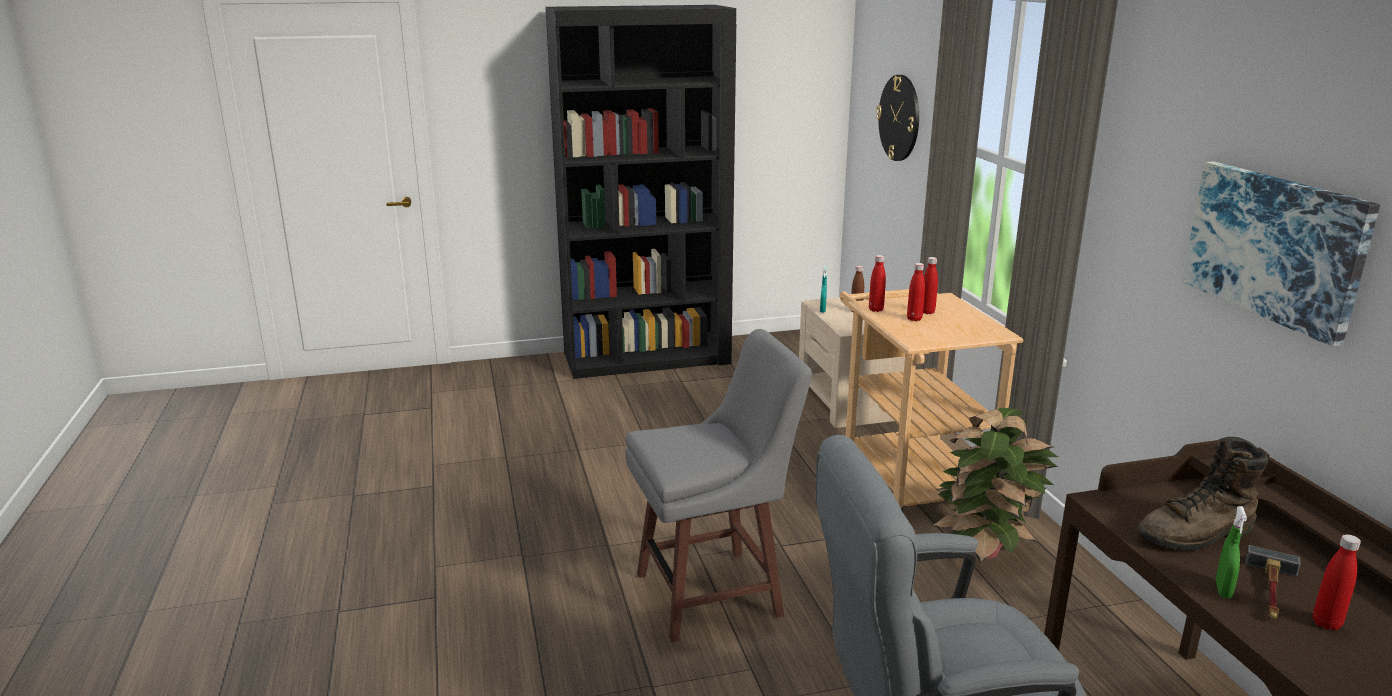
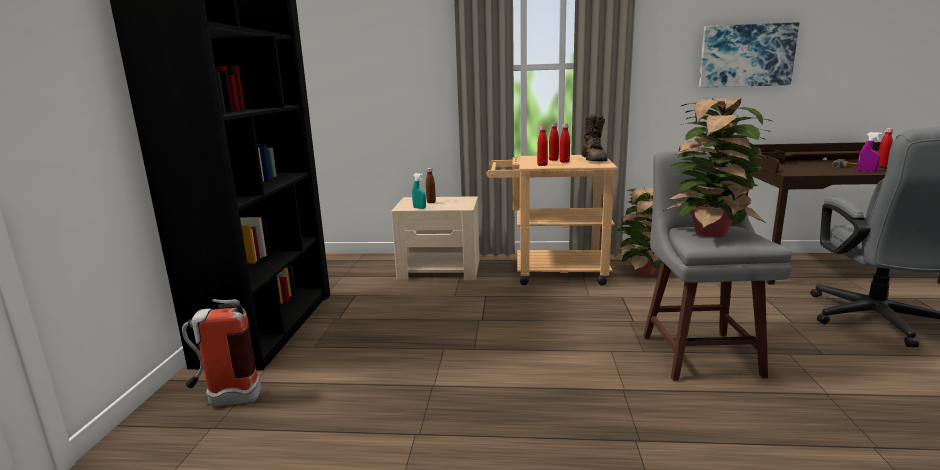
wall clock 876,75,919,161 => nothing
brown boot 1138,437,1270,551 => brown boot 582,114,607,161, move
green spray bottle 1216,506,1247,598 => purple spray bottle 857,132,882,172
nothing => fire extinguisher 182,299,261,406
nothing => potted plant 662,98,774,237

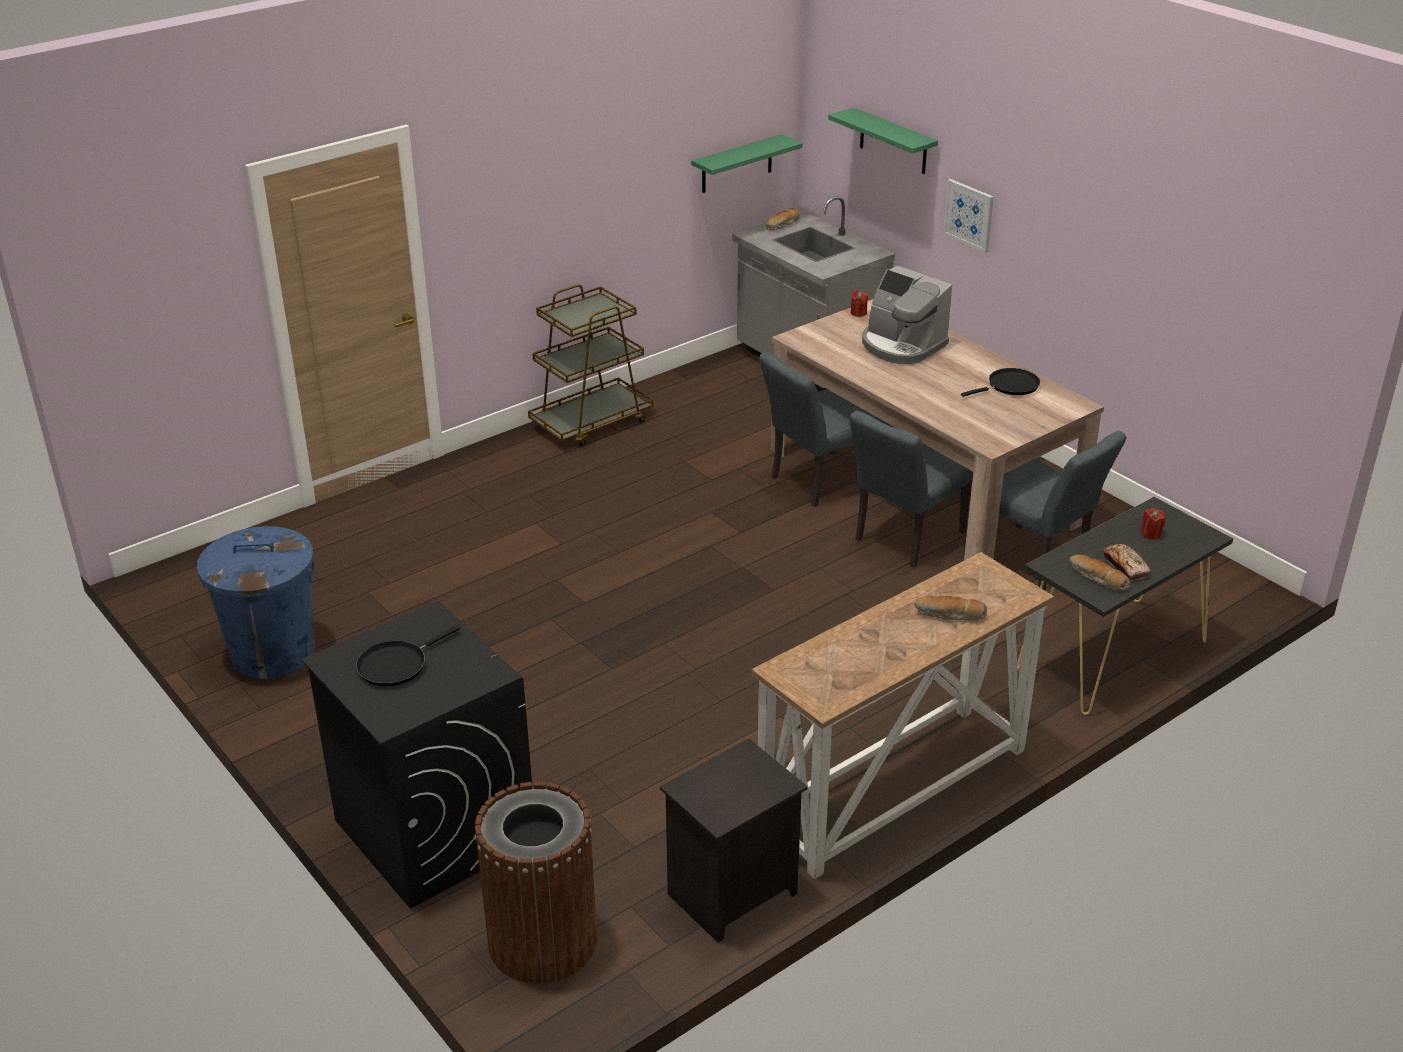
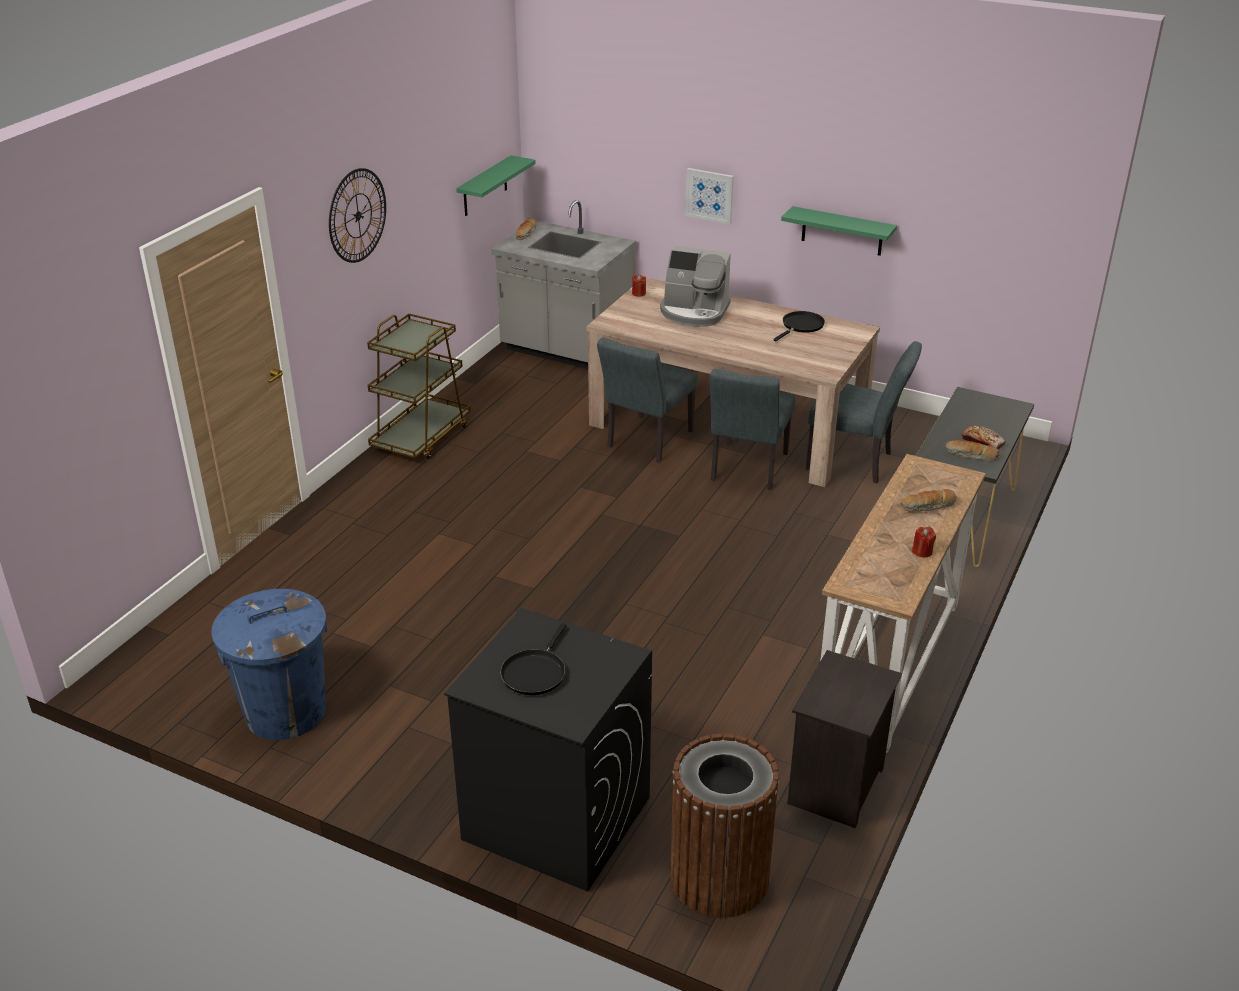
green shelf 828,108,938,174 => green shelf 781,206,897,256, move
red candle 1140,508,1166,539 => red candle 912,527,936,557, move
nothing => wall clock 329,168,386,263

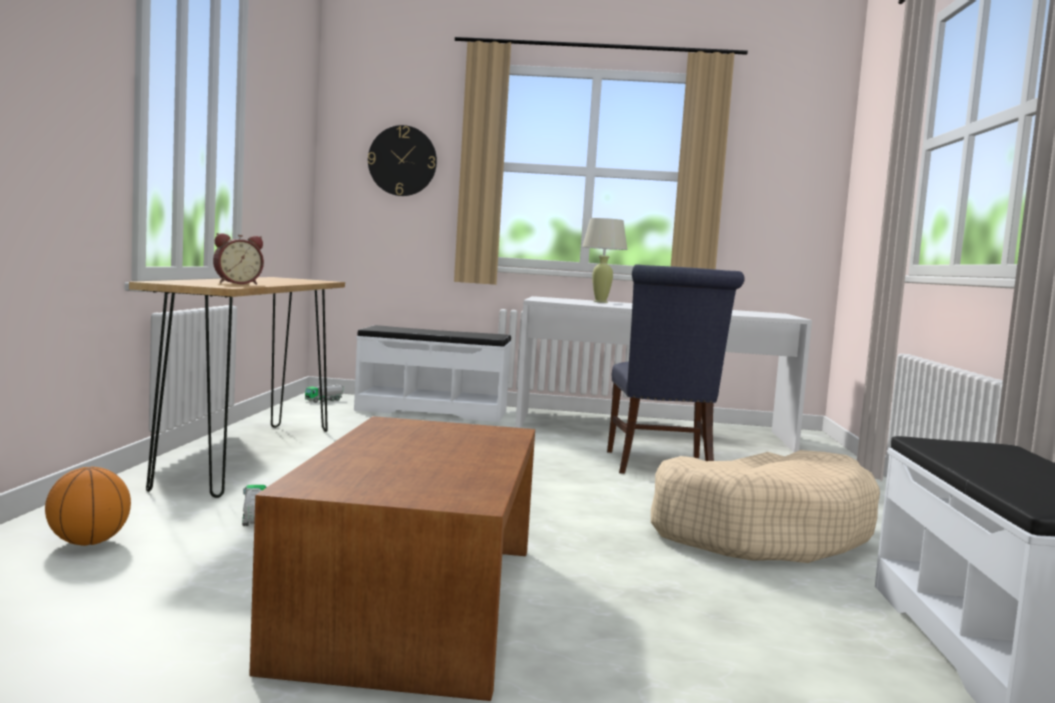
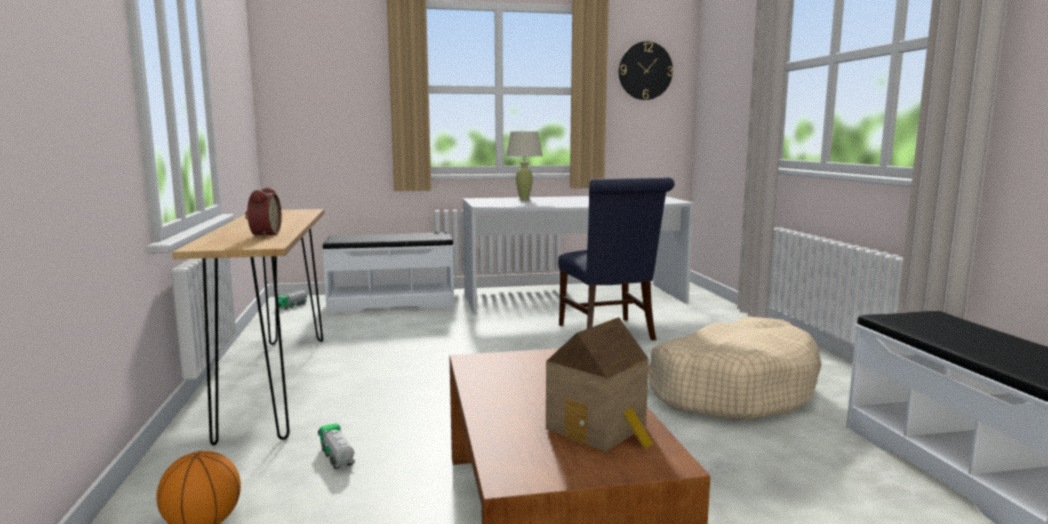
alarm clock 213,233,264,285 => alarm clock 245,187,282,237, 45 degrees counterclockwise
wall clock 368,125,437,196 => wall clock 619,41,673,100, move
nothing => toy house 546,317,653,452

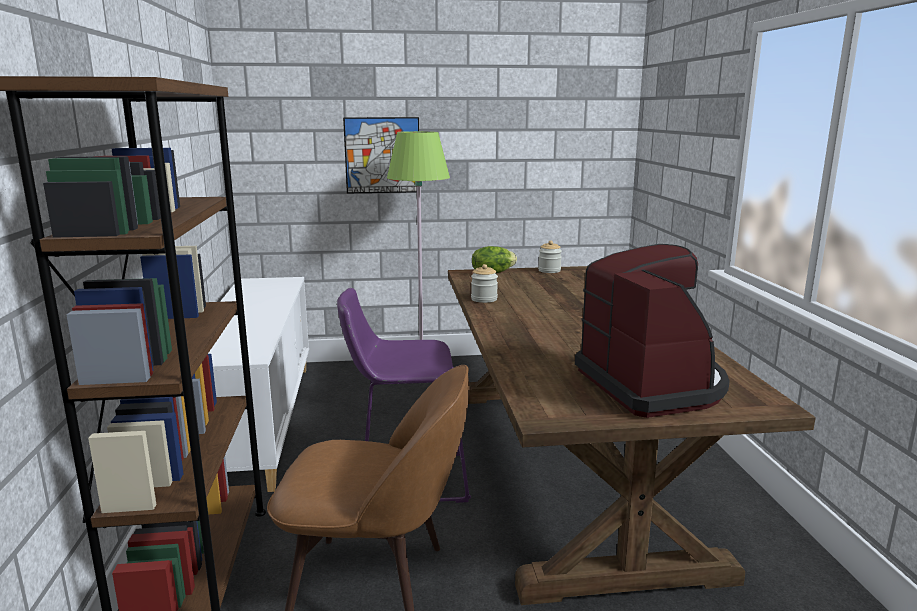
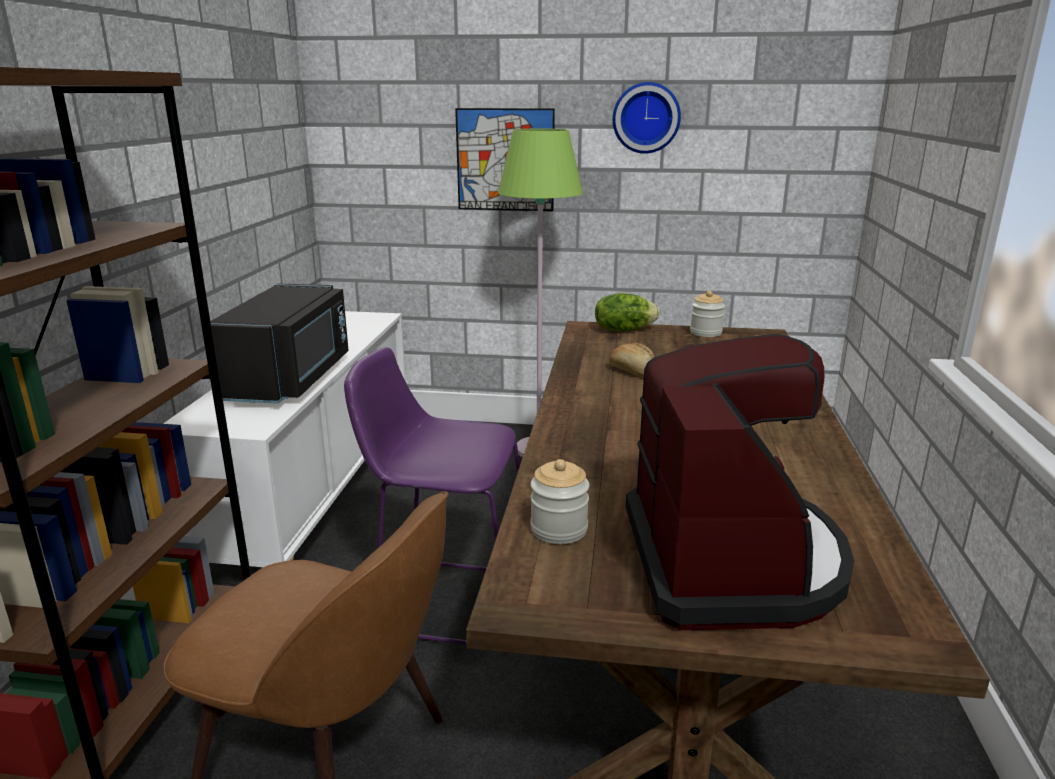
jar 471,264,498,303 => jar 531,459,589,544, move
nothing => black microwave 210,283,349,404
nothing => bread 609,342,654,377
nothing => wall clock 613,82,681,154

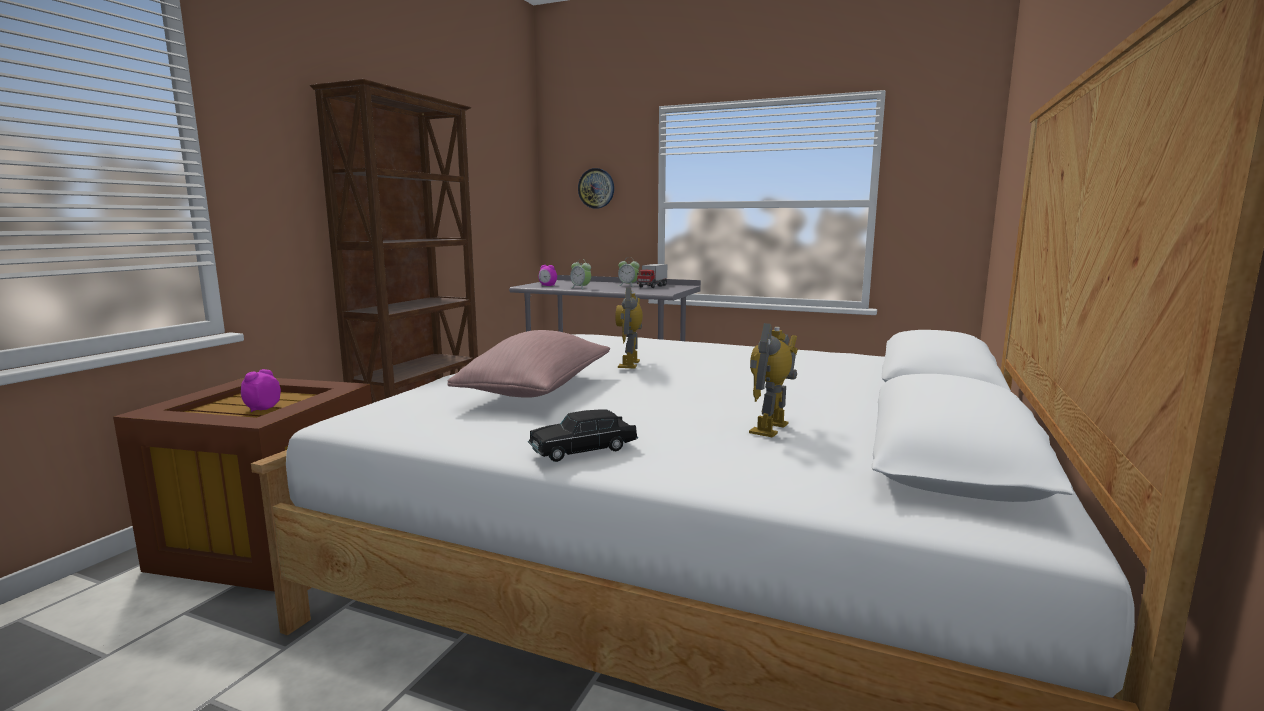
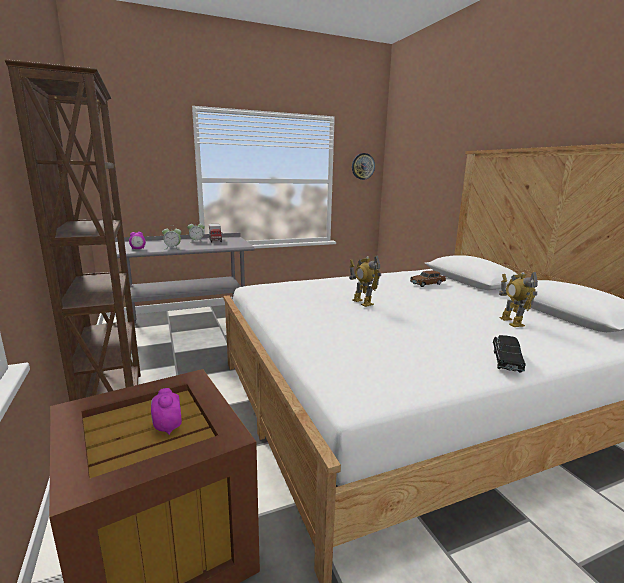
pink pillow 448,330,610,398 => nothing
wall clock 578,168,614,208 => wall clock 352,153,375,180, move
nothing => brown toy car 410,271,446,287

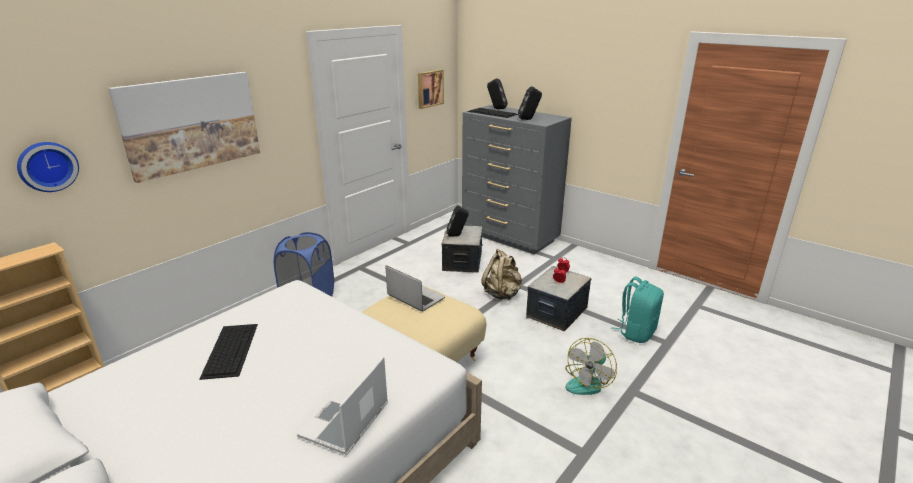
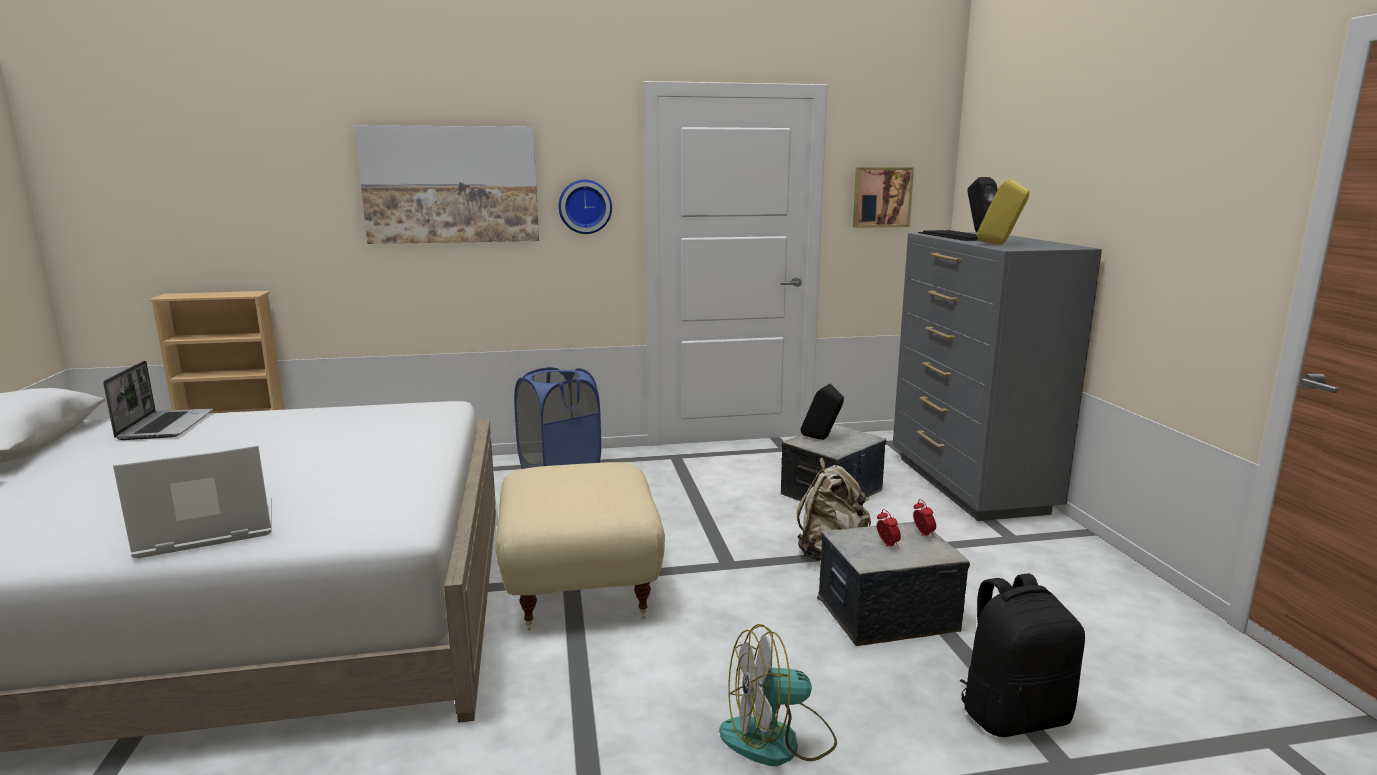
wall clock 17,142,79,192 => wall clock 558,180,612,234, move
keyboard 199,324,258,380 => nothing
laptop 385,265,445,312 => laptop 103,361,214,440, move
black speaker 518,86,542,120 => yellow speaker 977,179,1029,244
turquoise backpack 611,277,664,343 => black backpack 960,574,1085,737

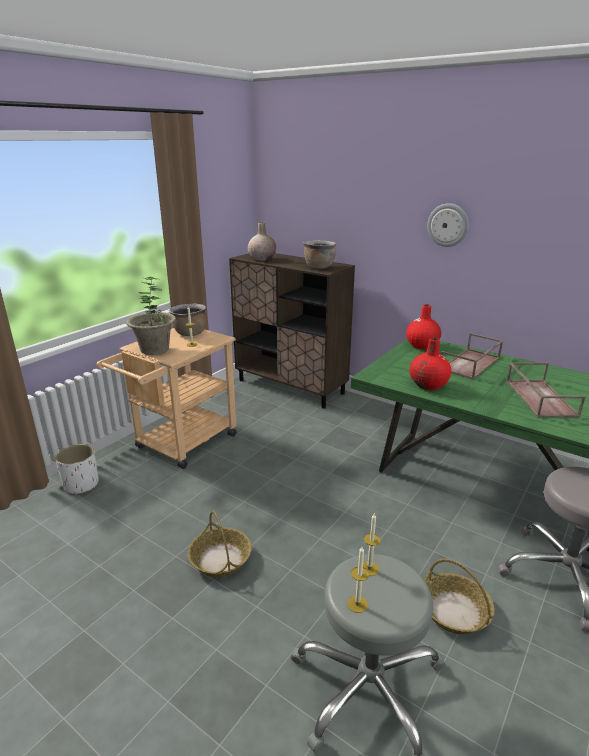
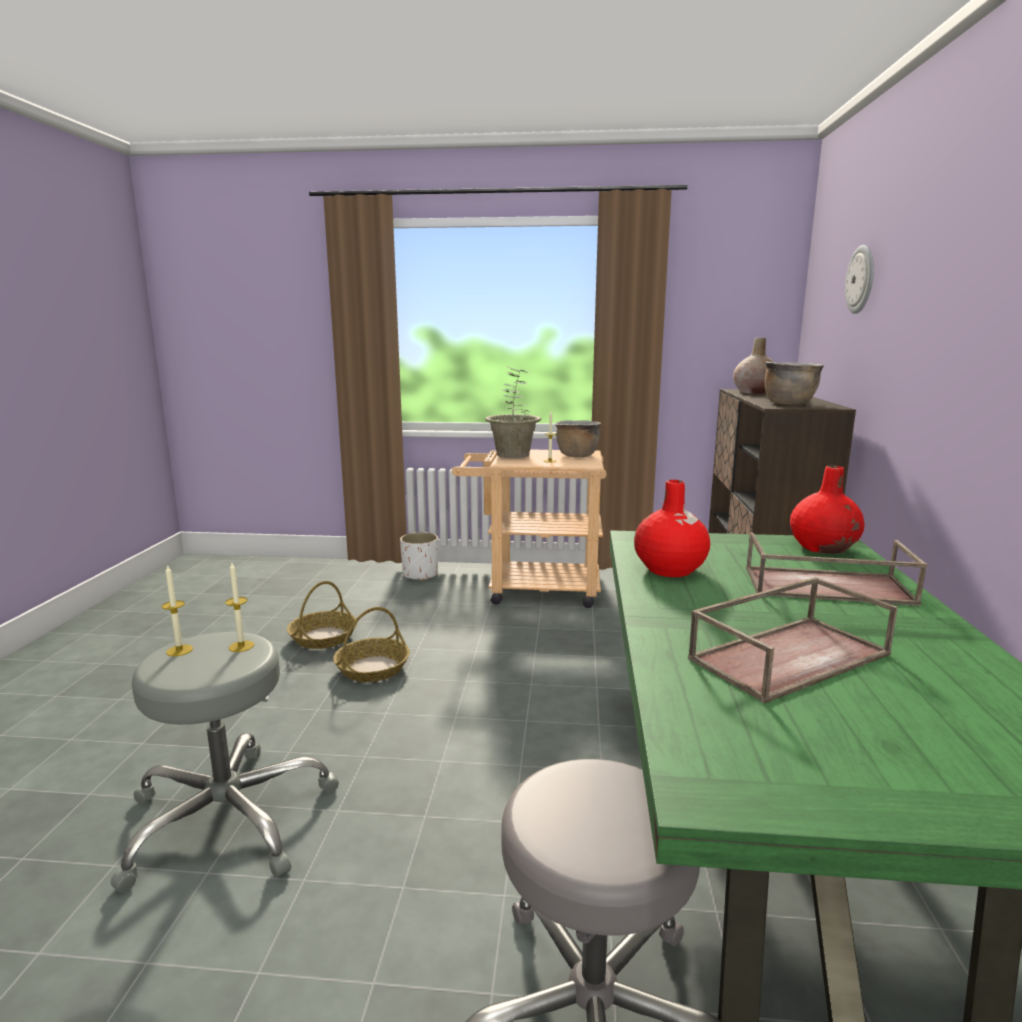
basket 424,559,495,634 => basket 287,581,357,649, move
wall clock 427,203,469,247 => wall clock 845,245,874,314, move

